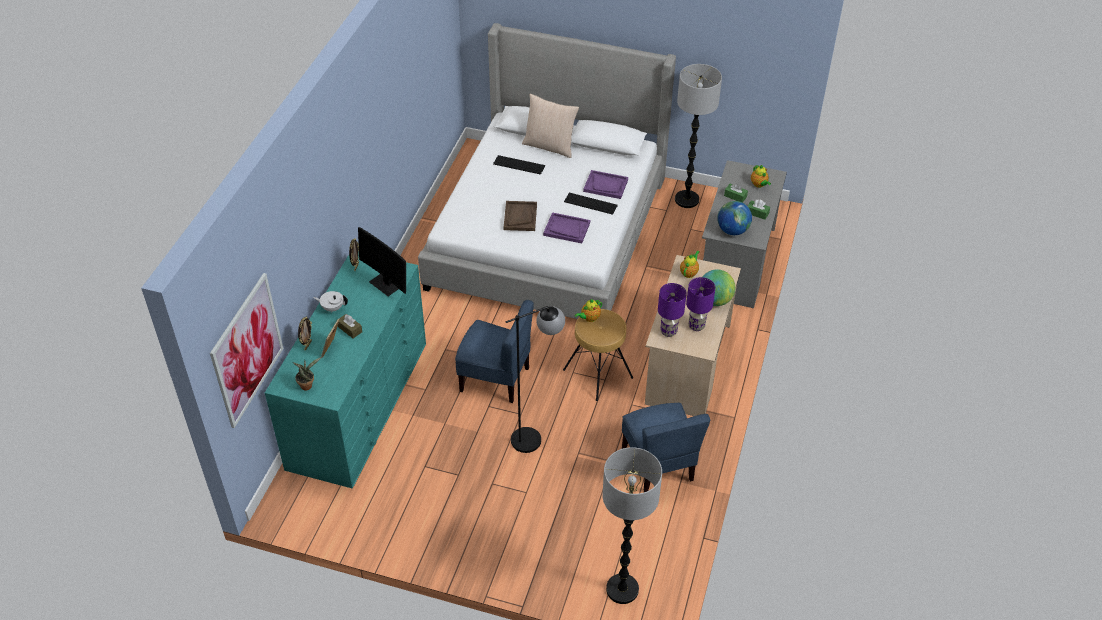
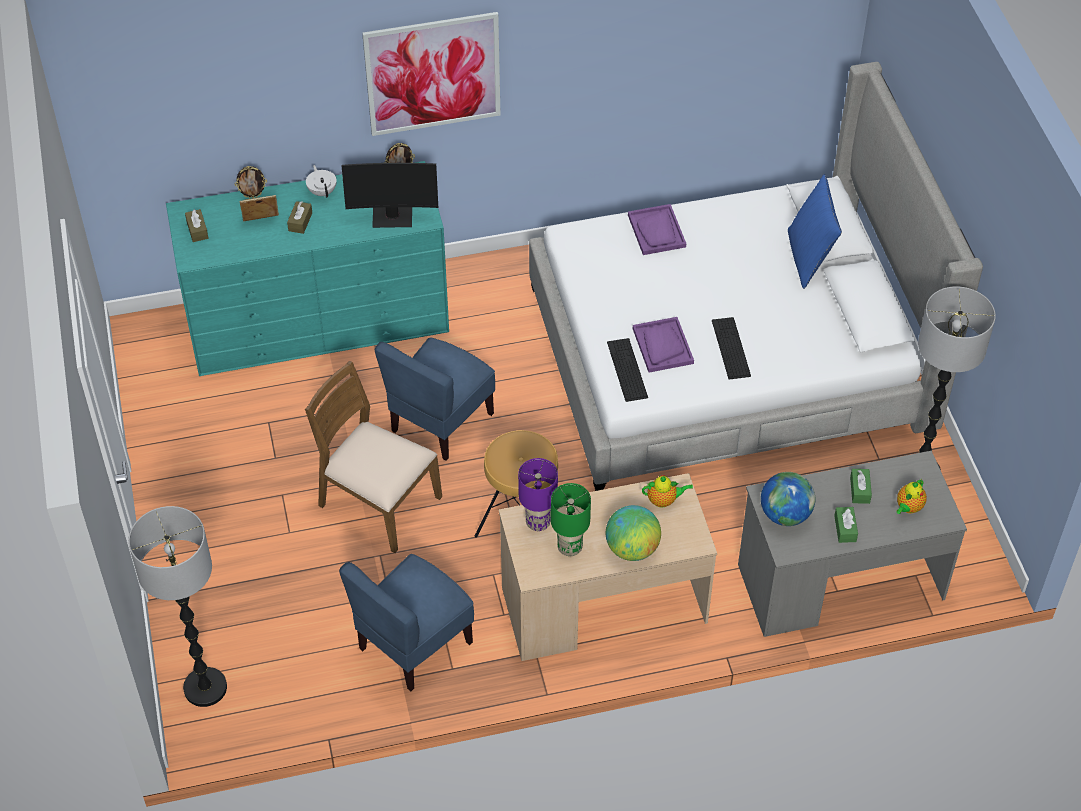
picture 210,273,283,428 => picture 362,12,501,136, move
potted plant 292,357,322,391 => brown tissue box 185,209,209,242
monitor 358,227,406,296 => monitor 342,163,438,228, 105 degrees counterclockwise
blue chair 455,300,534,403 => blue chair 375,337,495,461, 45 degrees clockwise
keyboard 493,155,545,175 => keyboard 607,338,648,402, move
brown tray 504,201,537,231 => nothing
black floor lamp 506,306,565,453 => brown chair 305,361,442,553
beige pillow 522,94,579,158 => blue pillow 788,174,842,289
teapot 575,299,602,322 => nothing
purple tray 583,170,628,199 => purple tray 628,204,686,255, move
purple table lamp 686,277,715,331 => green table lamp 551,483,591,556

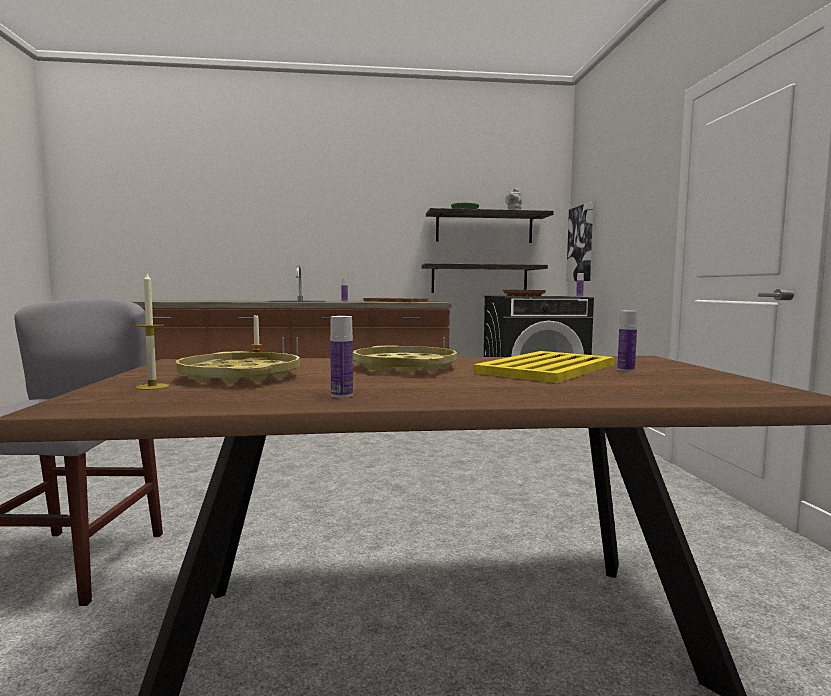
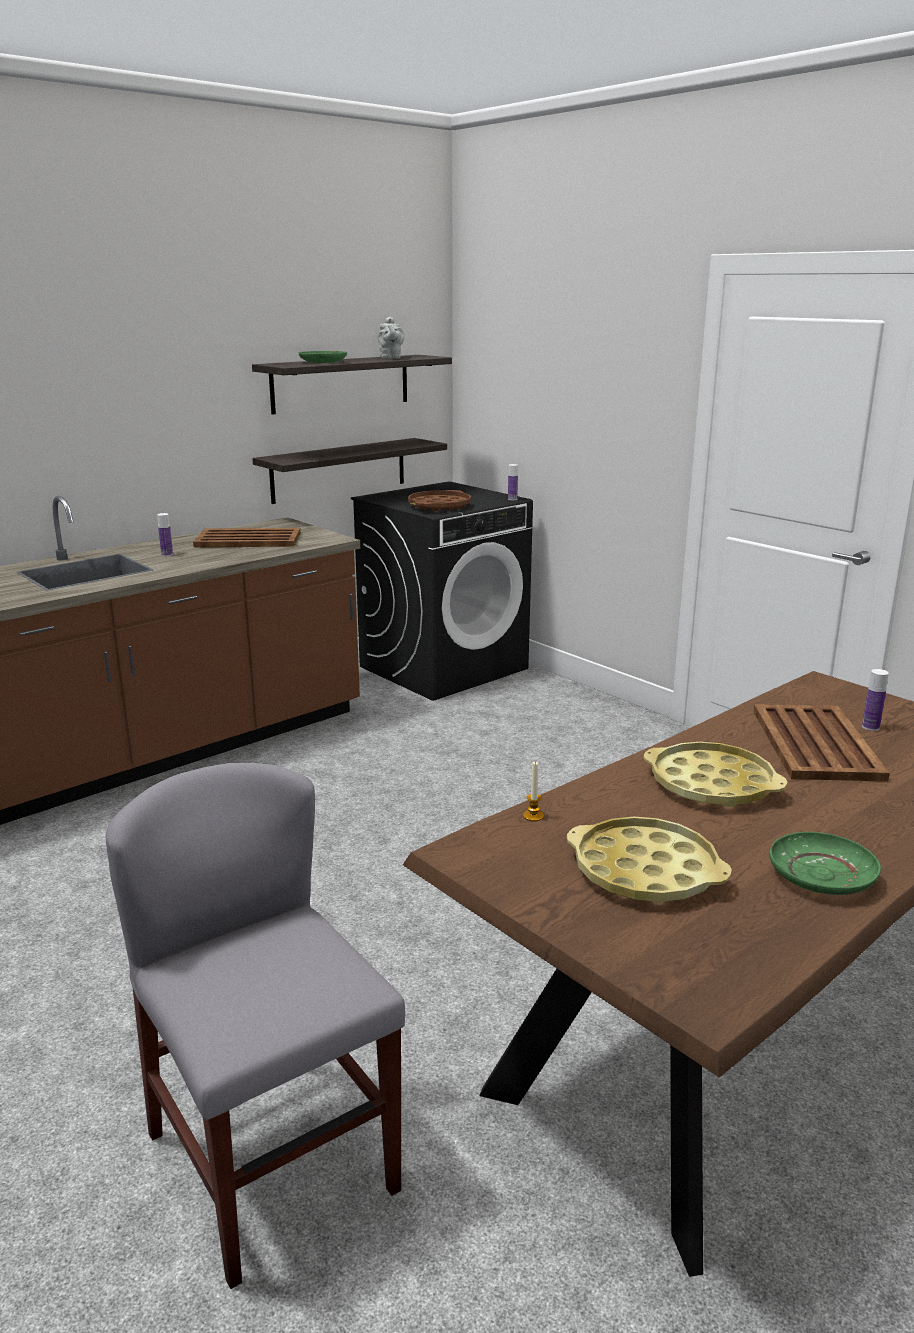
candle 135,273,169,390 => nothing
bottle 330,316,353,398 => green plate 769,832,881,895
yellow tray 473,351,614,383 => brown tray 753,704,890,781
picture 566,202,593,282 => nothing

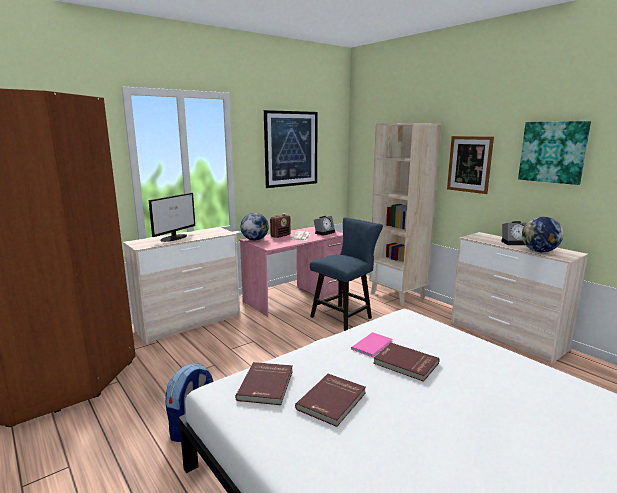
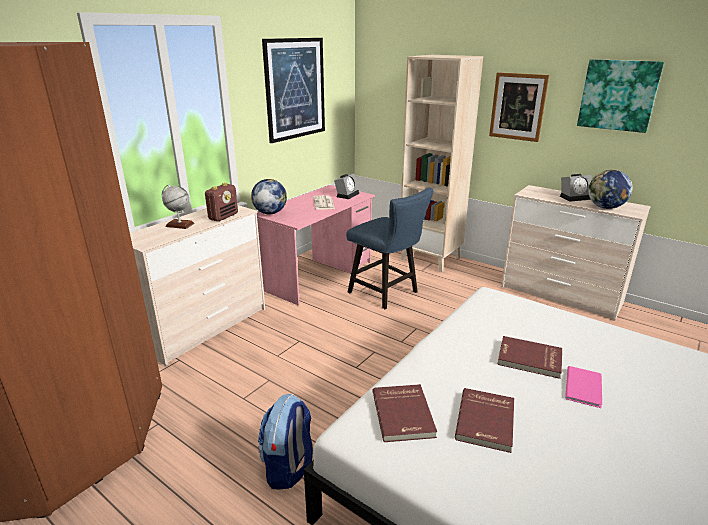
monitor 148,193,195,242 => globe 162,185,195,229
radio 270,213,291,238 => radio 205,182,238,221, move
blue chair 310,217,383,331 => blue chair 346,188,434,309, 105 degrees clockwise
pink book 351,332,393,357 => pink book 565,366,602,408, move

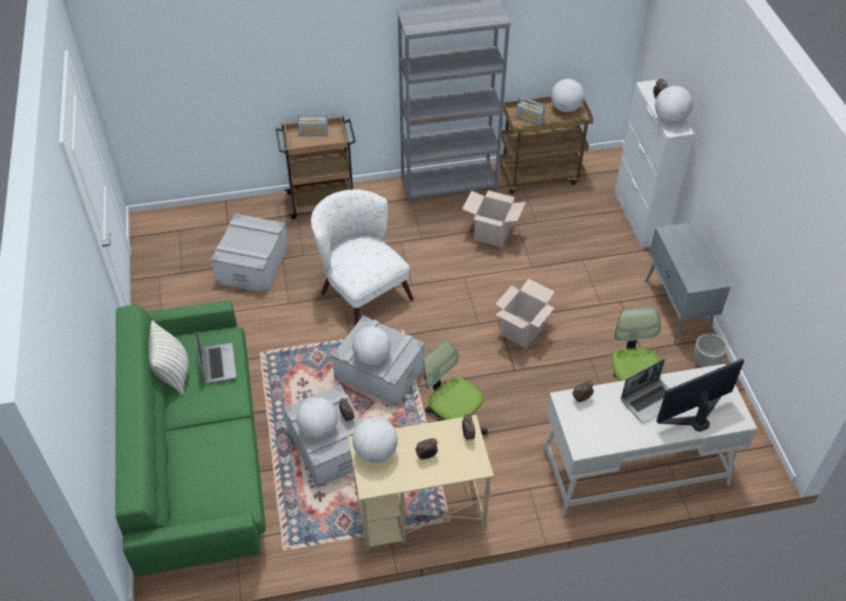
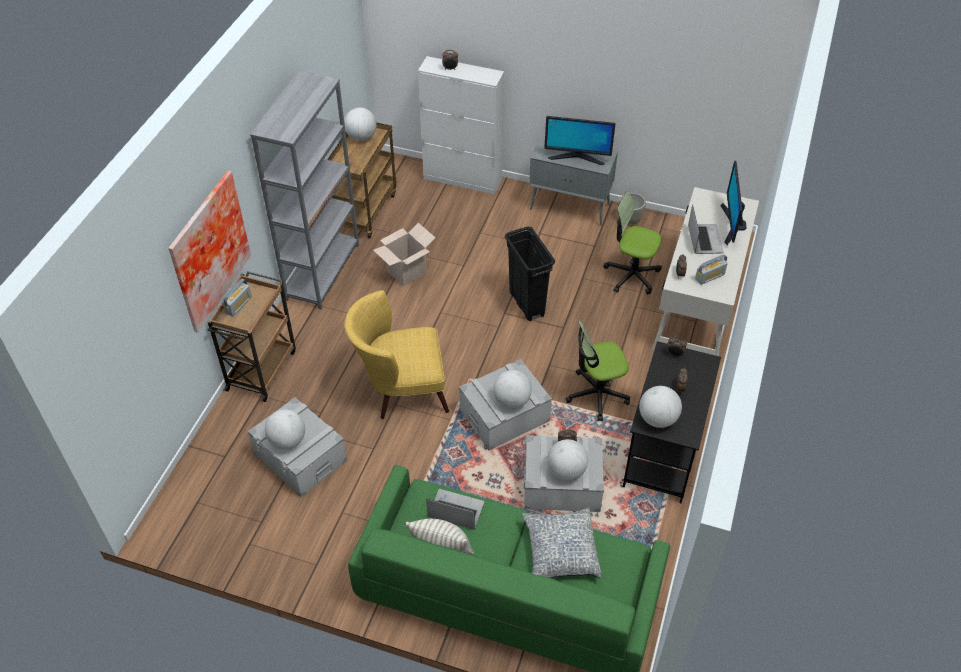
white armchair 311,189,414,325 => yellow armchair 344,290,449,419
beige desk 348,415,494,550 => black desk 623,341,721,503
cardboard box 495,279,555,348 => black trash can 505,227,555,321
radio 516,97,545,124 => radio 695,254,728,285, move
globe 655,86,693,123 => globe 265,409,305,449, move
nothing => picture 168,170,251,333
nothing => pillow 522,507,602,578
nothing => monitor 544,116,616,165

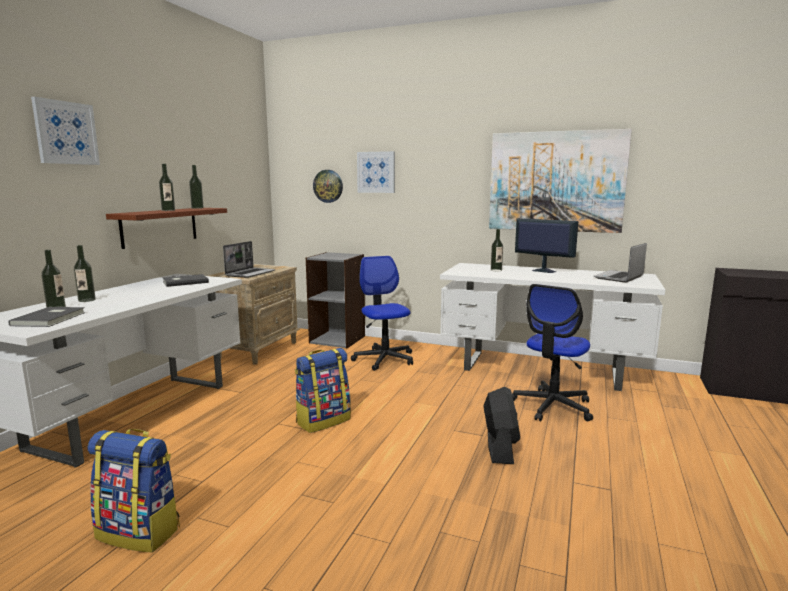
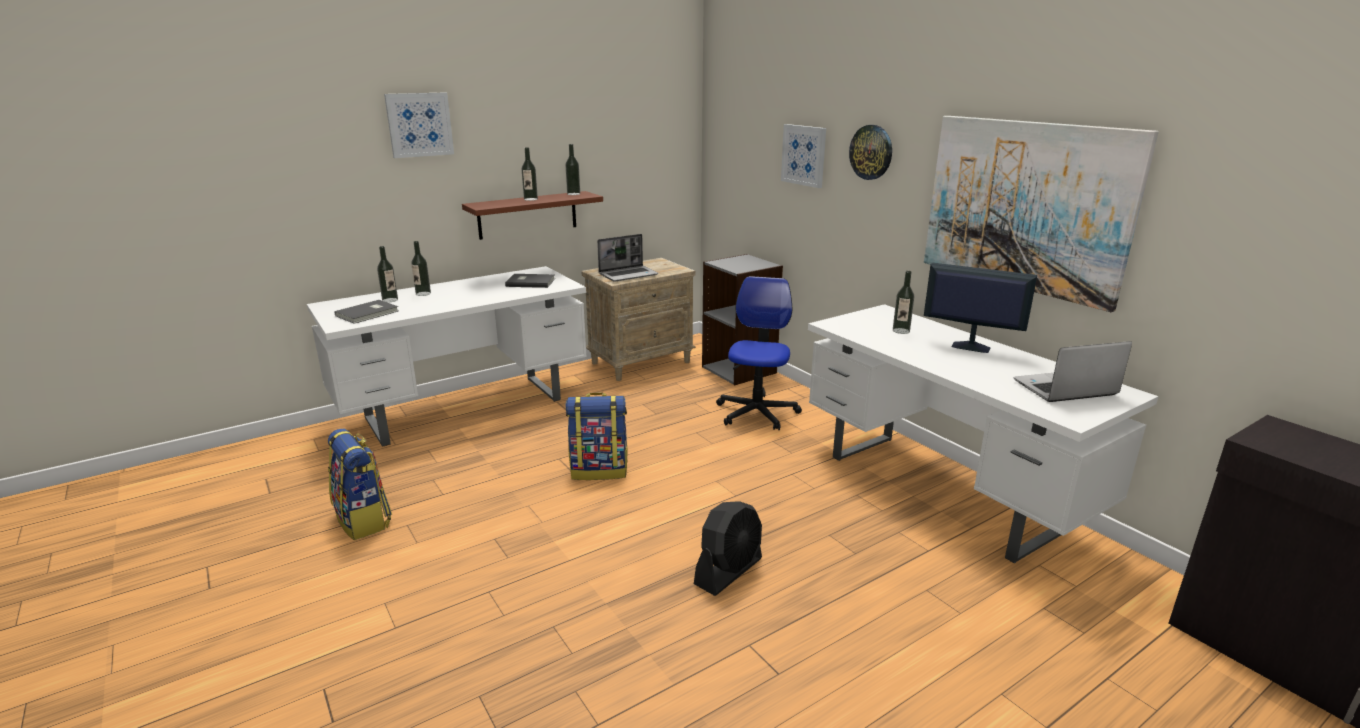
wall clock 313,170,343,203 => wall clock 849,125,892,180, move
office chair 512,284,593,421 => nothing
monitor 515,218,578,273 => monitor 924,263,1037,353, 45 degrees counterclockwise

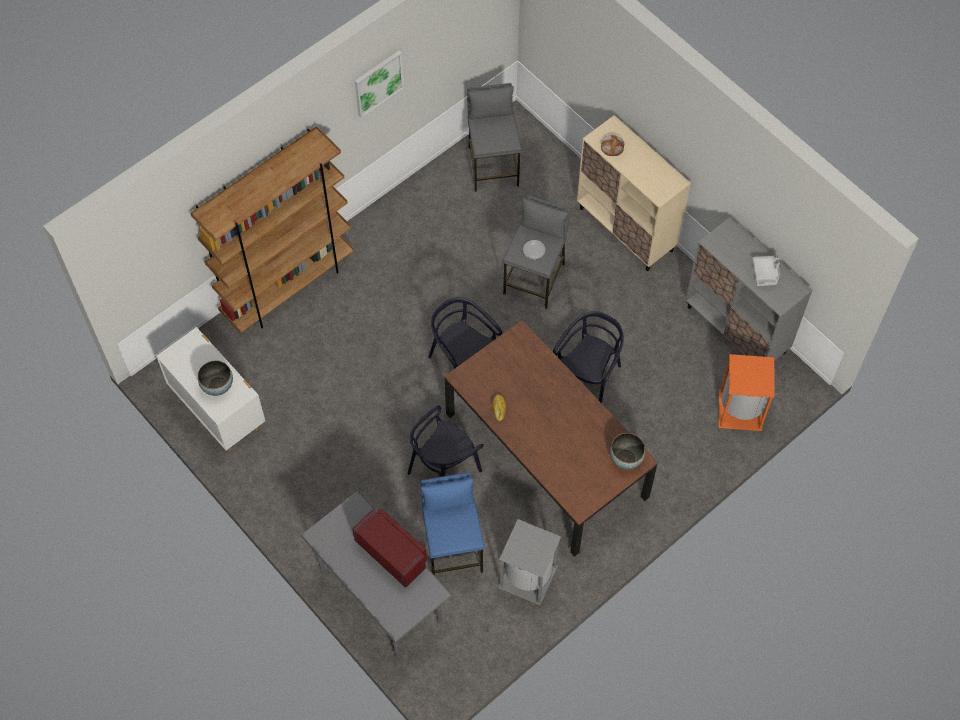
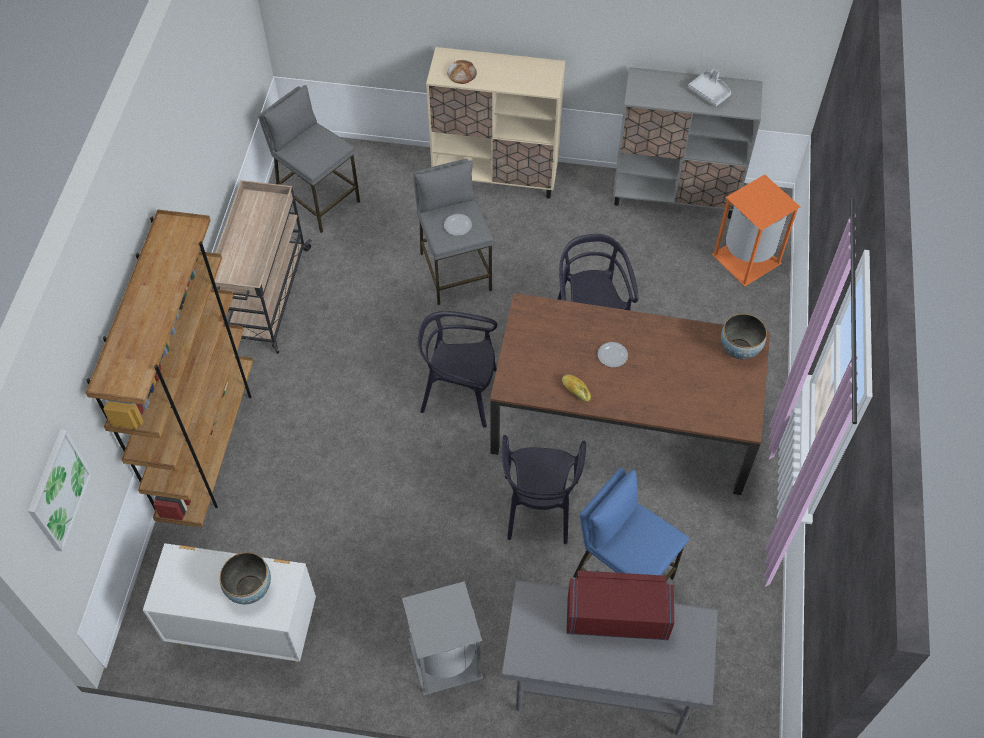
picture 355,51,404,118 => picture 28,429,92,552, move
grey trash can 498,519,561,605 => grey trash can 402,581,483,695, move
nothing => beige cart 212,180,312,354
nothing => plate 598,342,628,367

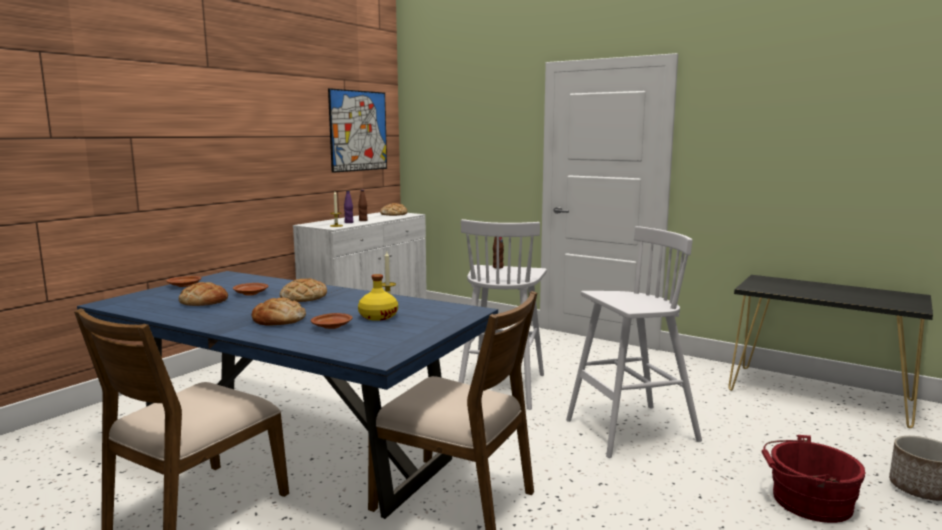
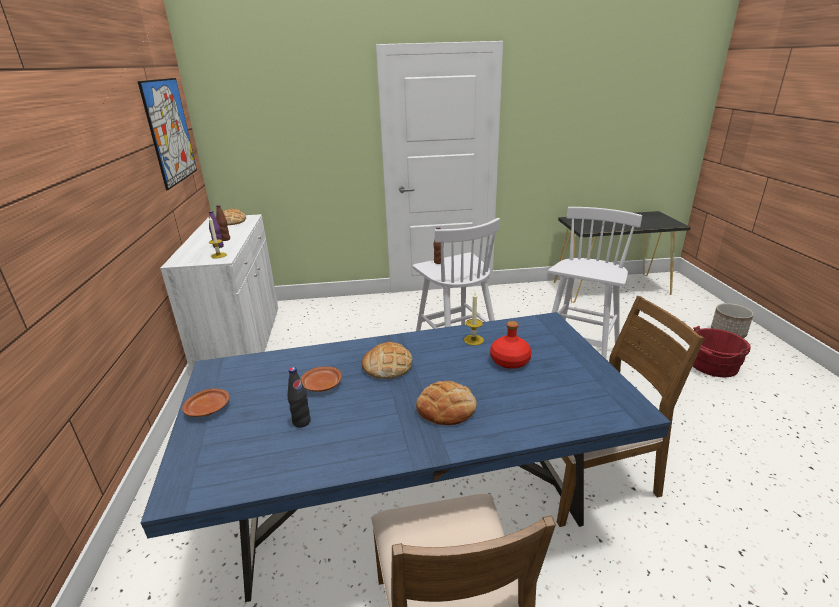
bread 179,282,228,306 => black bottle 287,367,311,428
brown plate 311,313,353,329 => nothing
yellow bottle 358,274,398,321 => red bottle 490,321,532,369

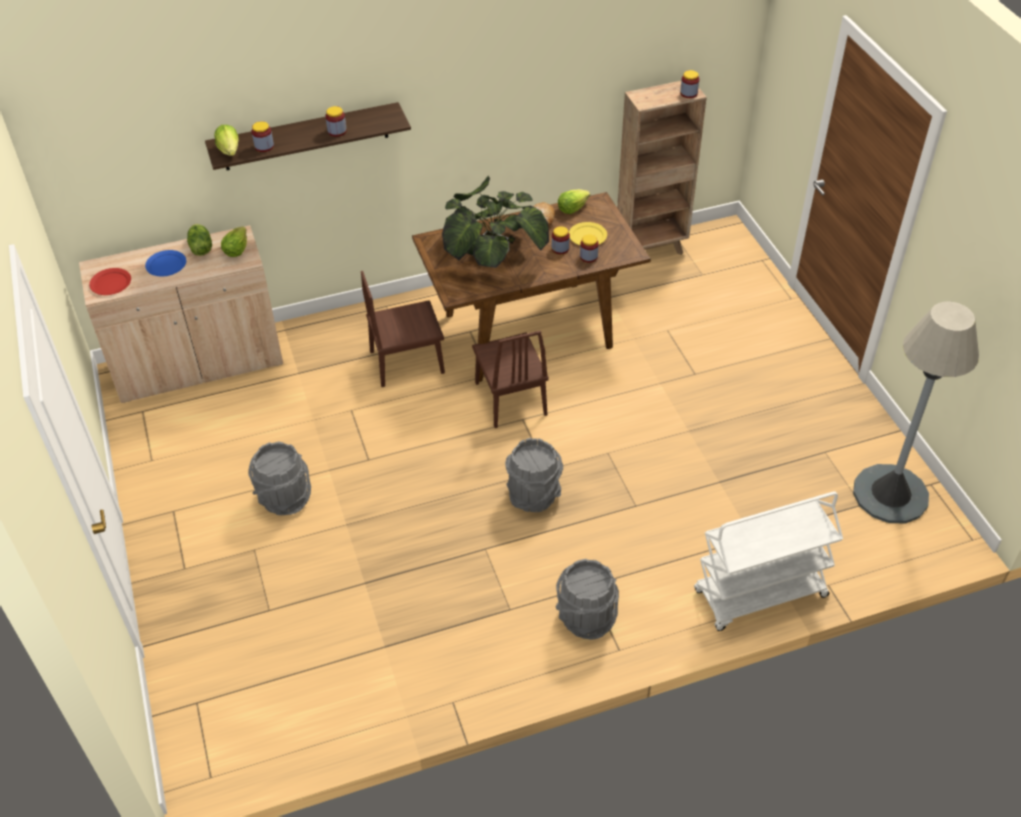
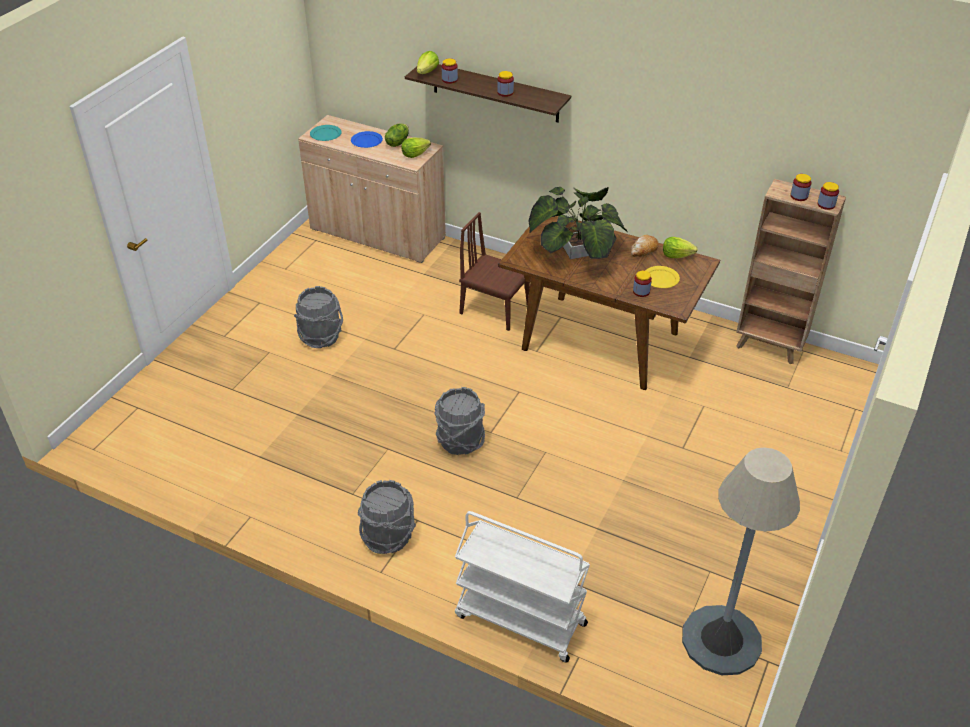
red plate 89,268,131,295 => turquoise plate 310,125,342,141
brown chair 472,330,549,428 => nothing
jar 552,226,570,254 => jar 790,174,812,201, move

